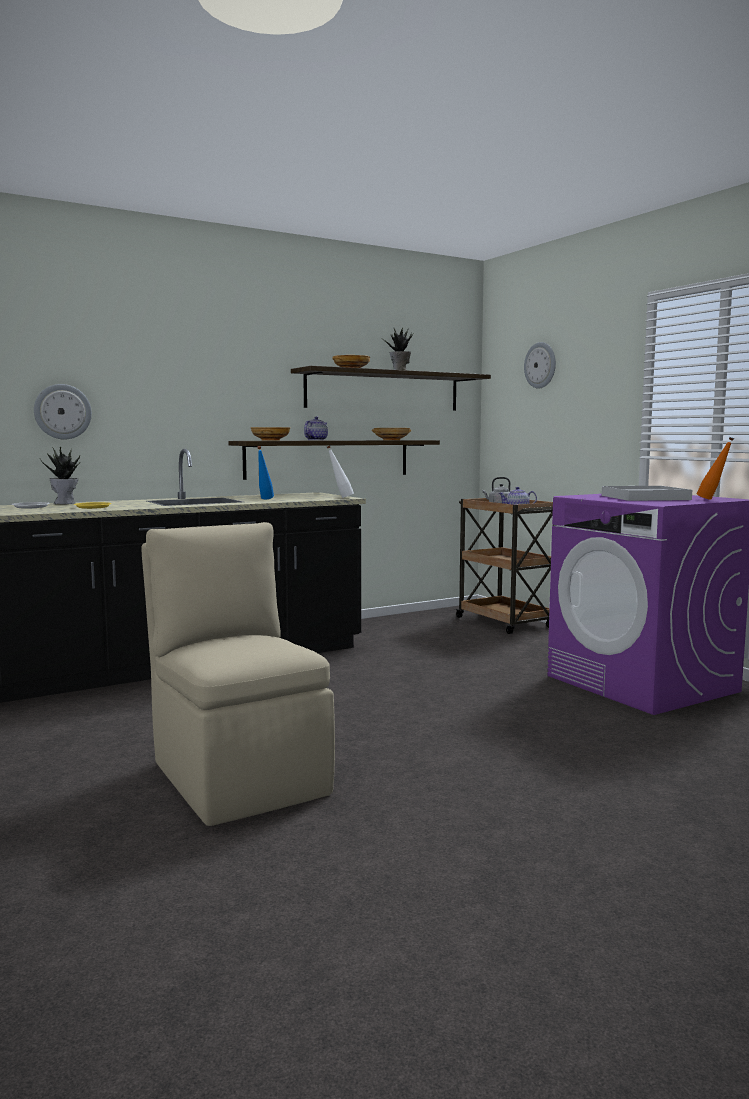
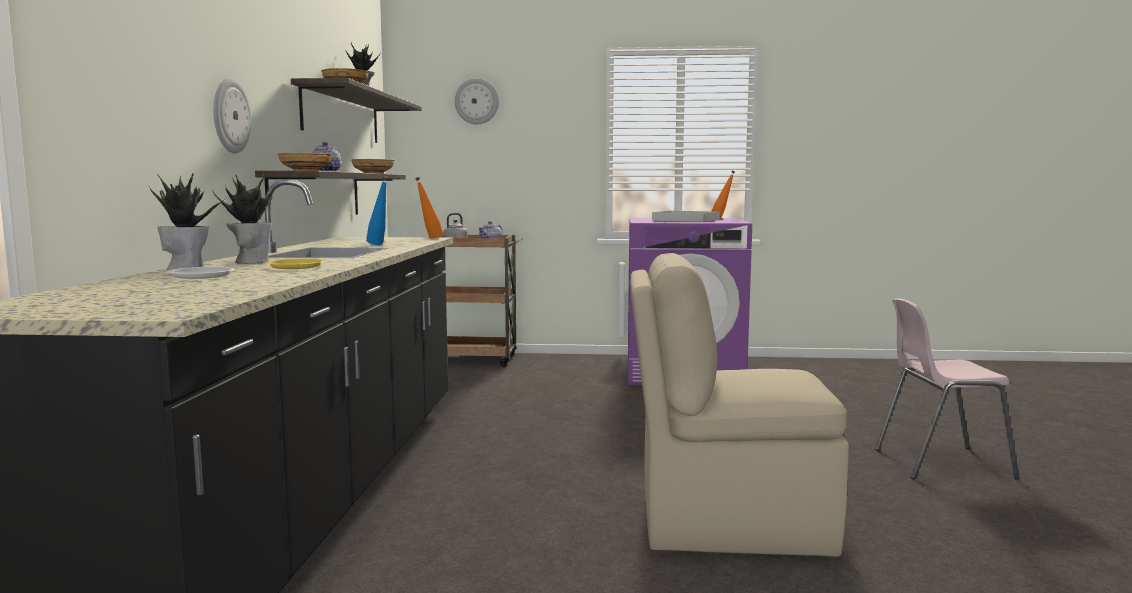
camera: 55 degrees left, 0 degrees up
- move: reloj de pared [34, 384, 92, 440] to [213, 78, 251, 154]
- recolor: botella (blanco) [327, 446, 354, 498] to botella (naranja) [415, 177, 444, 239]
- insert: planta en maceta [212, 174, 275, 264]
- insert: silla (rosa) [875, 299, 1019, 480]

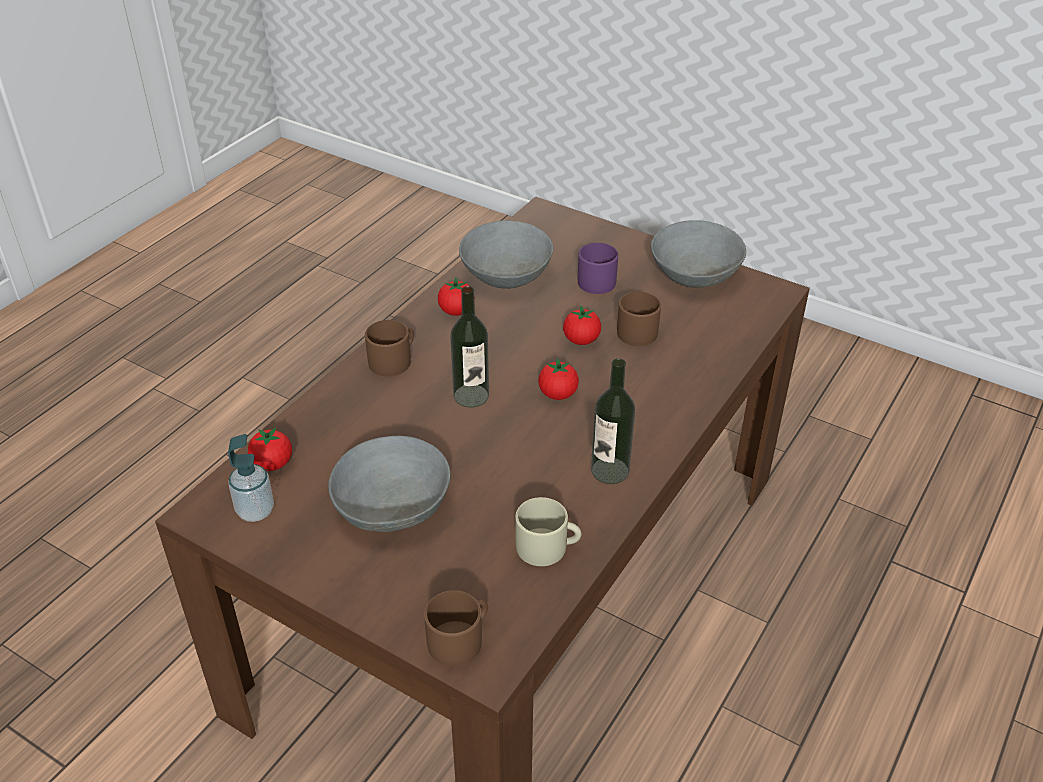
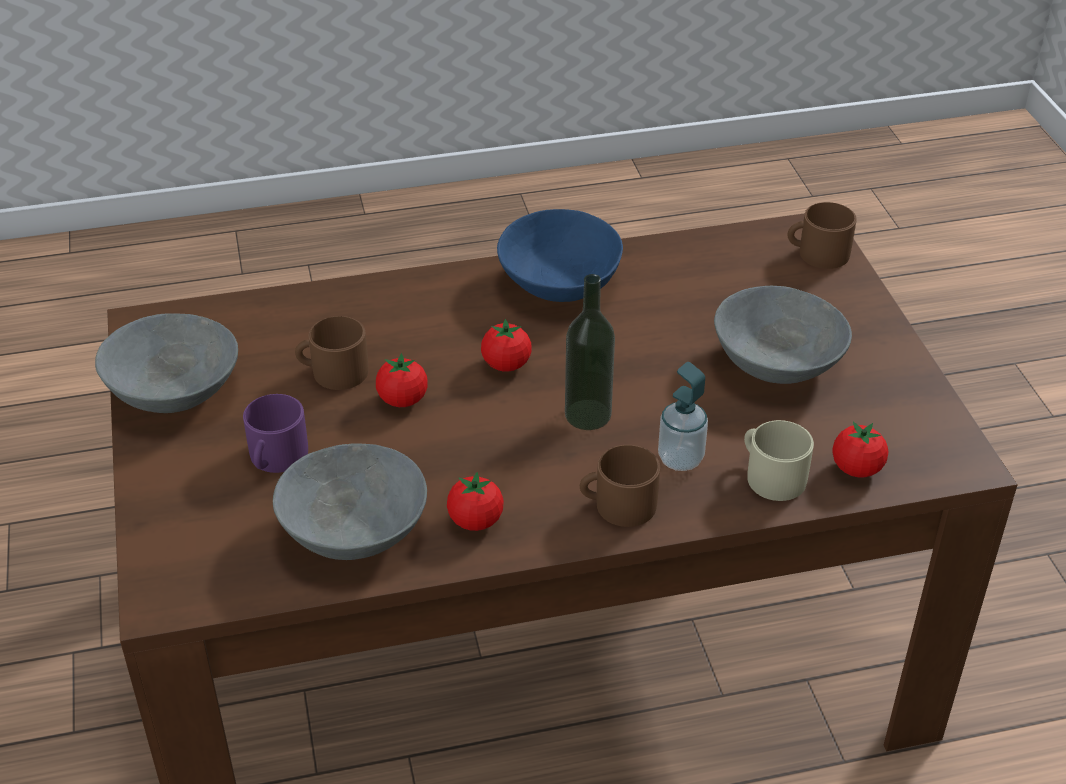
camera: 135 degrees left, 0 degrees up
- replace: botella [591, 358, 635, 484] to cuenco (azul) [497, 209, 623, 302]
- move: dispensador de jabón [228, 434, 274, 522] to [658, 362, 708, 471]
- move: taza grande (beis) [516, 497, 581, 566] to [744, 420, 814, 501]

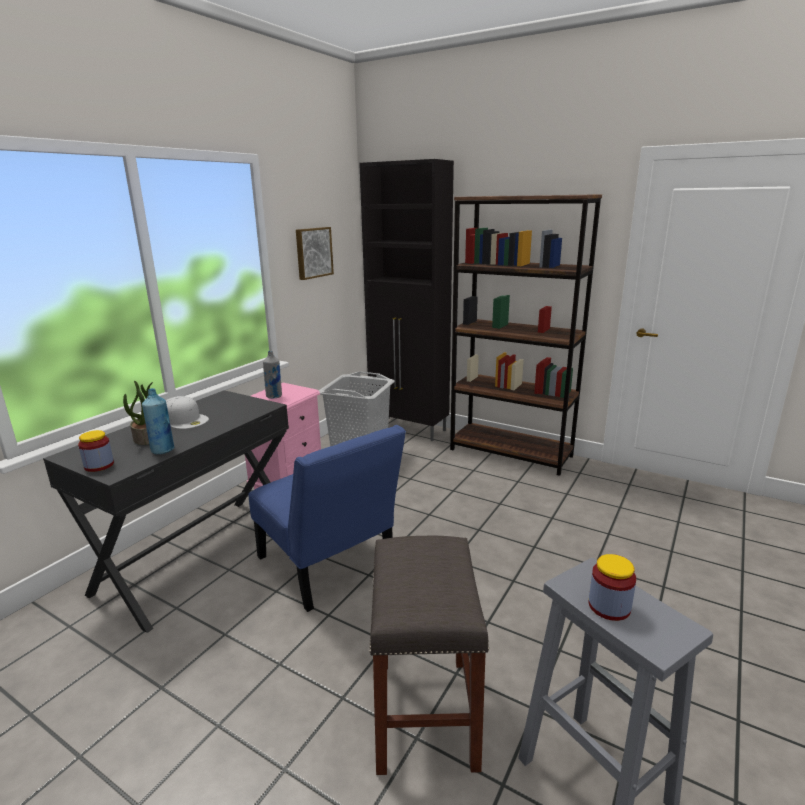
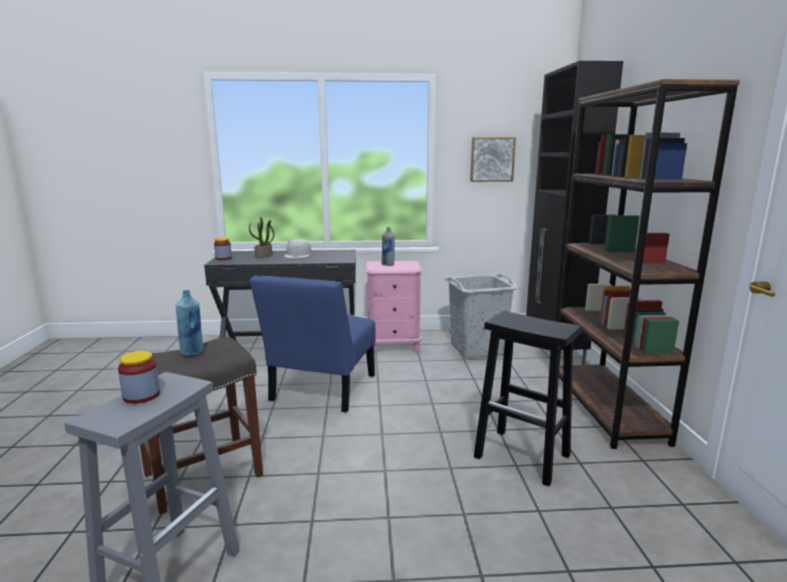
camera: 55 degrees right, 5 degrees down
- move: botella (azul) [142, 388, 174, 454] to [176, 290, 203, 355]
- insert: taburete (negro) [474, 311, 582, 486]

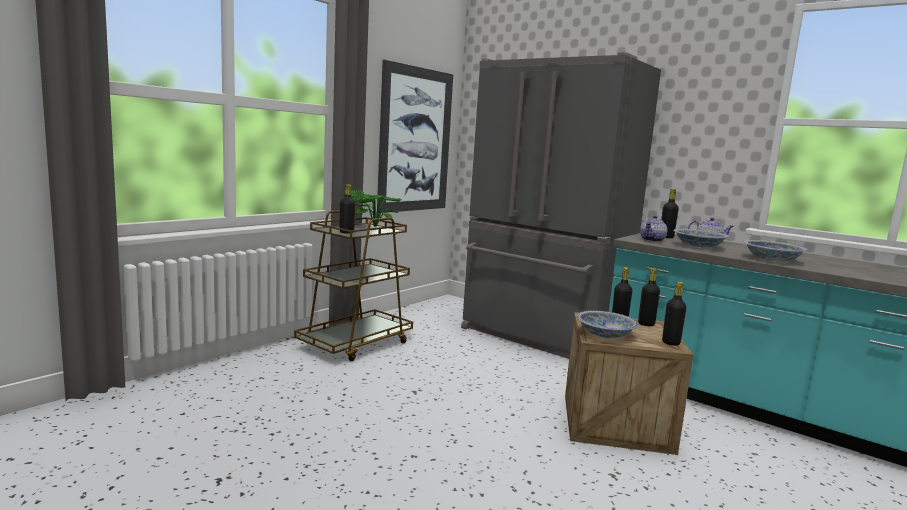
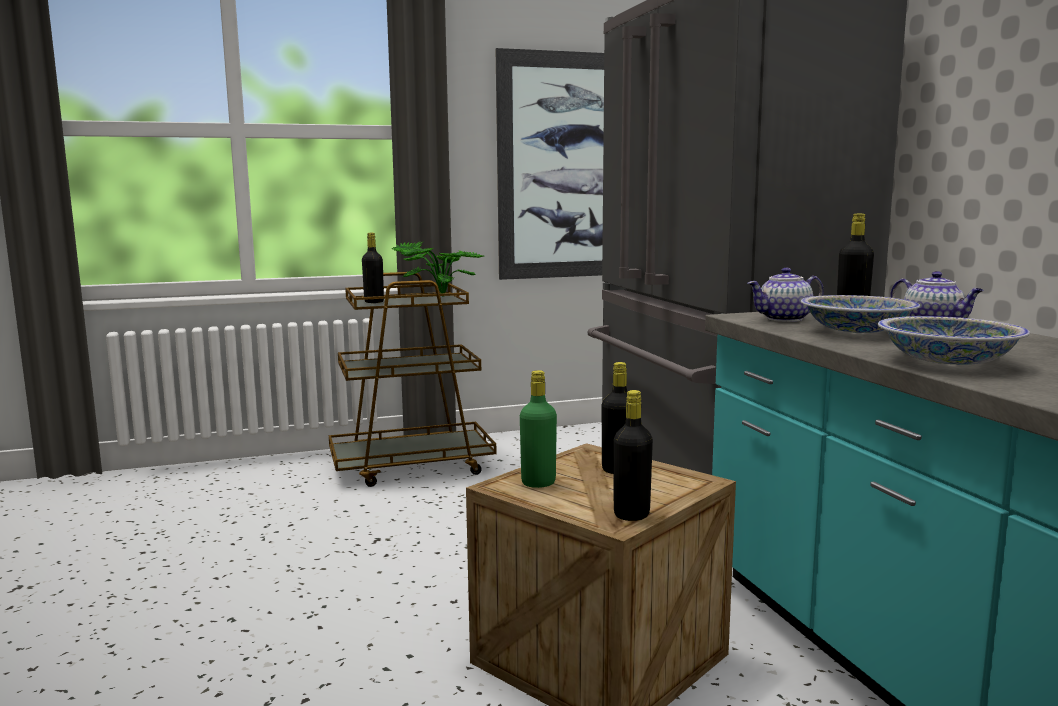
camera: 35 degrees right, 0 degrees up
- delete: botella (negro) [638, 268, 660, 326]
- replace: cuenco [576, 311, 638, 338] to botella (verde) [520, 370, 557, 488]

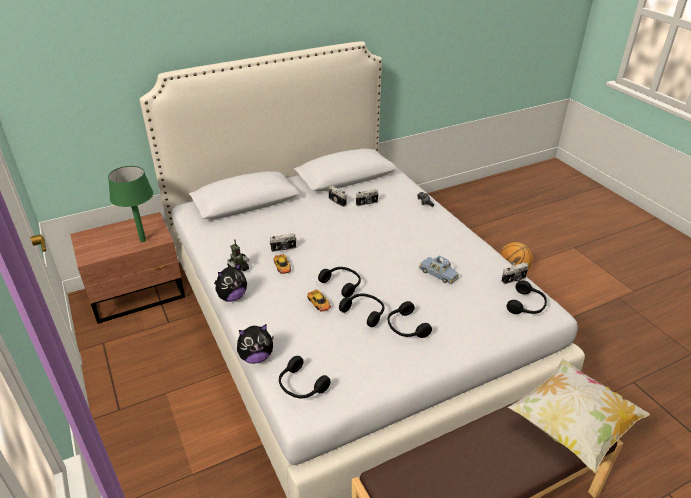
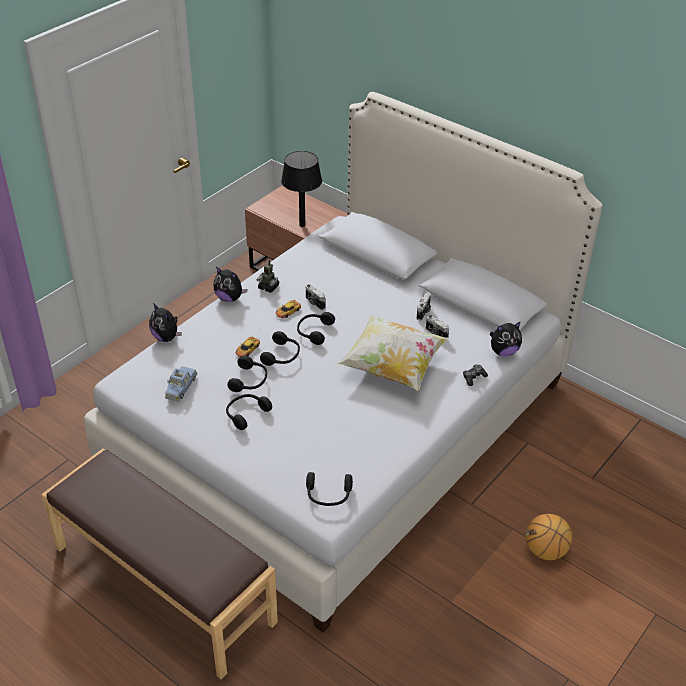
camera: 65 degrees right, 5 degrees up
- recolor: lámpara de mesa (verde) [108, 166, 153, 242] to lámpara de mesa (negro) [281, 151, 322, 227]
- move: coche de juguete (azul) [419, 256, 459, 284] to [165, 366, 197, 402]
- delete: cámara [501, 262, 528, 284]
- move: auriculares (negro) [279, 356, 331, 398] to [297, 312, 335, 345]
- move: cojín [507, 358, 650, 474] to [337, 315, 449, 391]
- insert: peluche [489, 322, 522, 356]

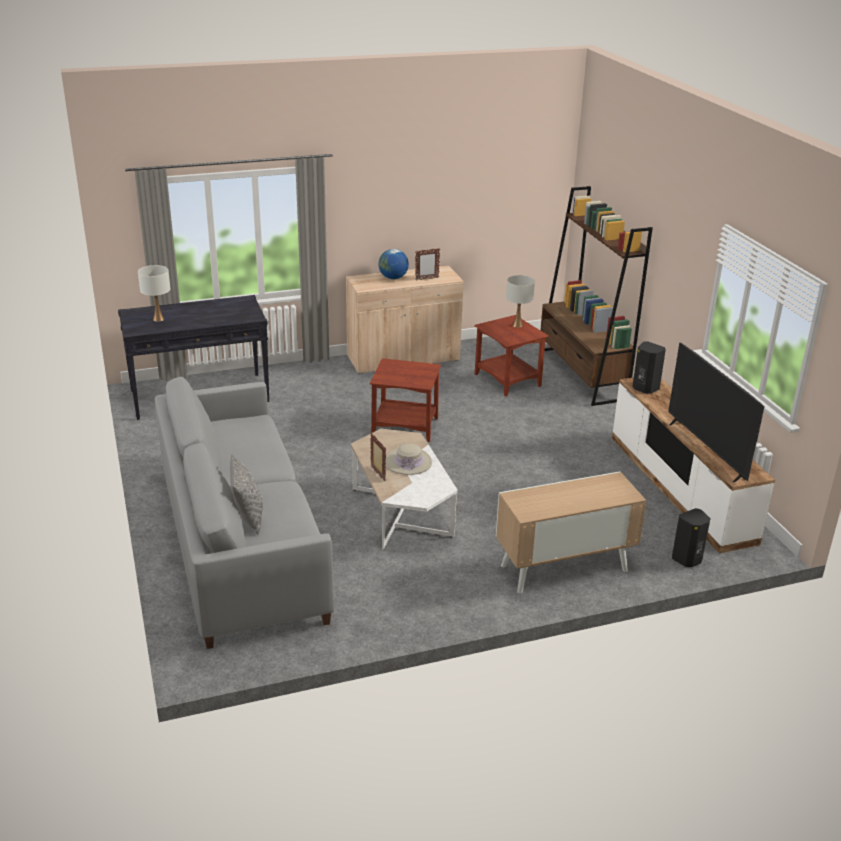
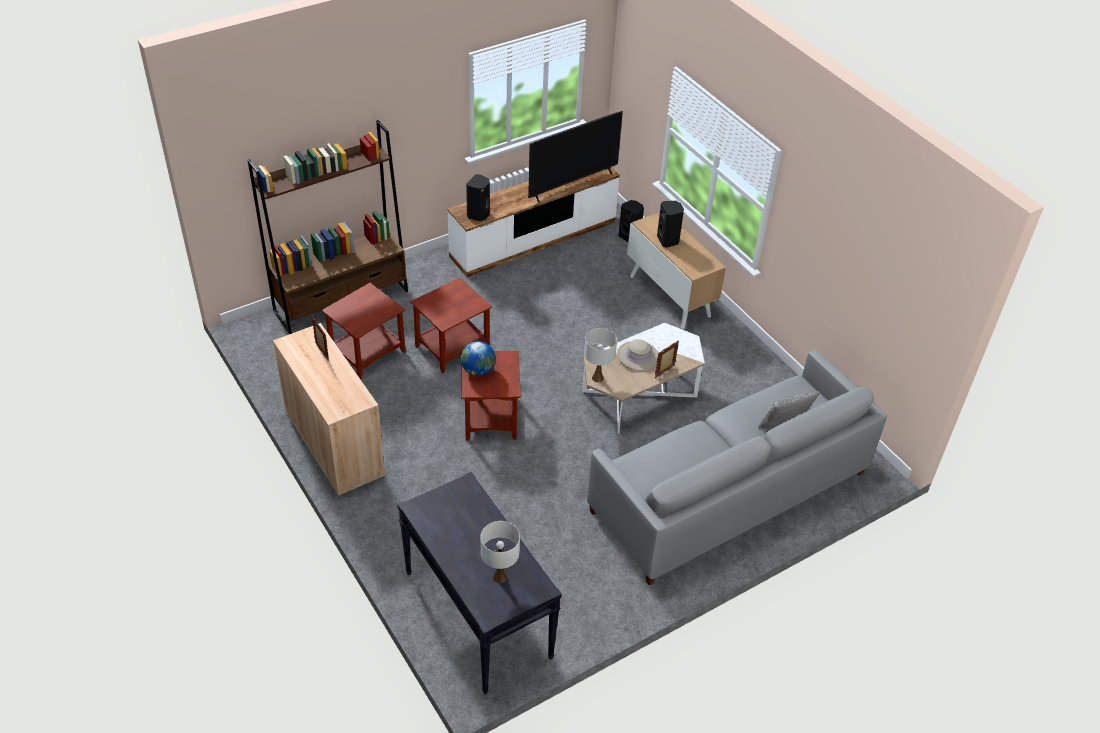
camera: 105 degrees left, 15 degrees up
- move: globo terráqueo [379, 249, 409, 279] to [461, 341, 496, 376]
- move: lámpara de mesa (blanco) [506, 275, 535, 328] to [584, 328, 617, 382]
- insert: altavoz (negro) [657, 201, 684, 248]
- insert: mesa auxiliar (marrón) [410, 278, 492, 373]

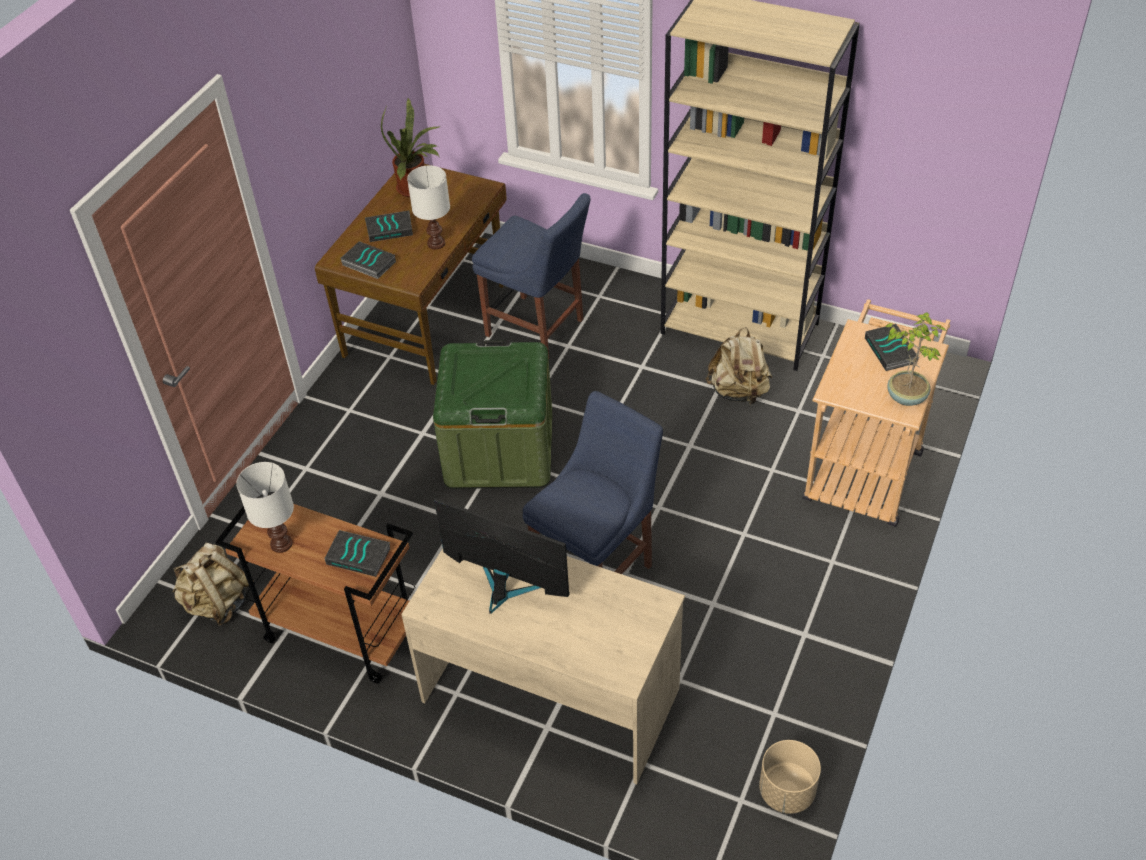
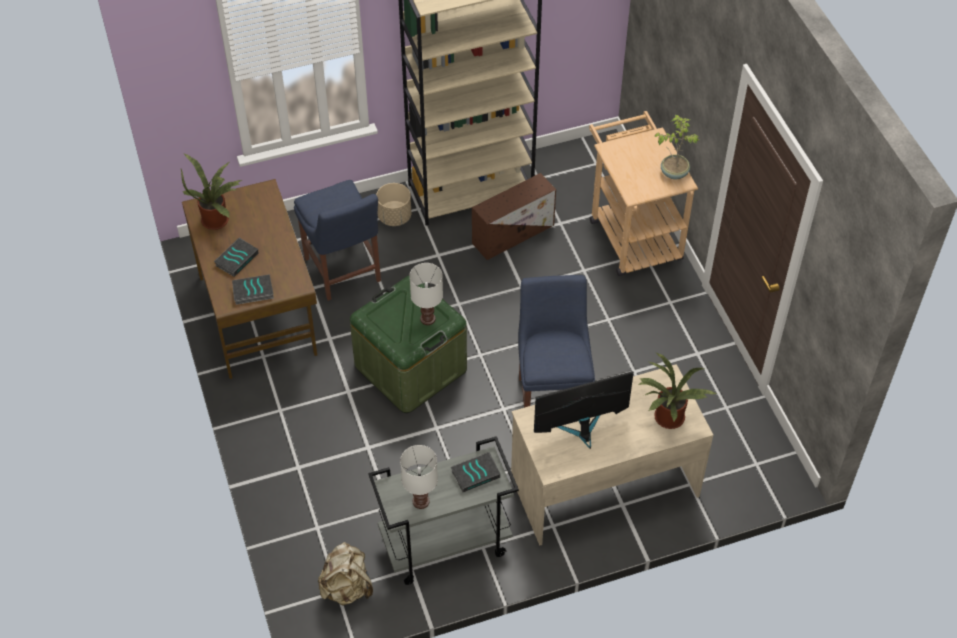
camera: 45 degrees left, 5 degrees up
- move: lámpara de mesa (blanco) [407, 165, 450, 250] to [410, 263, 443, 325]
- rotate: silla (azul) [472, 193, 591, 358] = [294, 180, 381, 301] 75 degrees clockwise
- delete: libro [865, 324, 919, 371]
- replace: mochila (beis) [706, 327, 772, 404] to caja de almacenaje (marrón) [472, 173, 556, 260]
- recolor: carrito (marrón) [215, 495, 415, 683] to carrito (gris) [368, 436, 519, 585]
- move: maceta (beis) [759, 740, 821, 814] to [376, 183, 411, 226]
- insert: planta en maceta [638, 353, 717, 429]

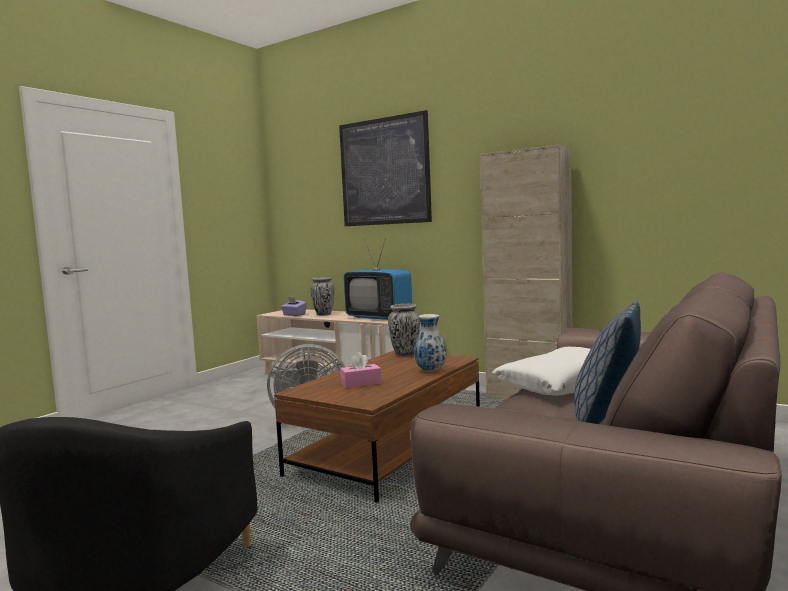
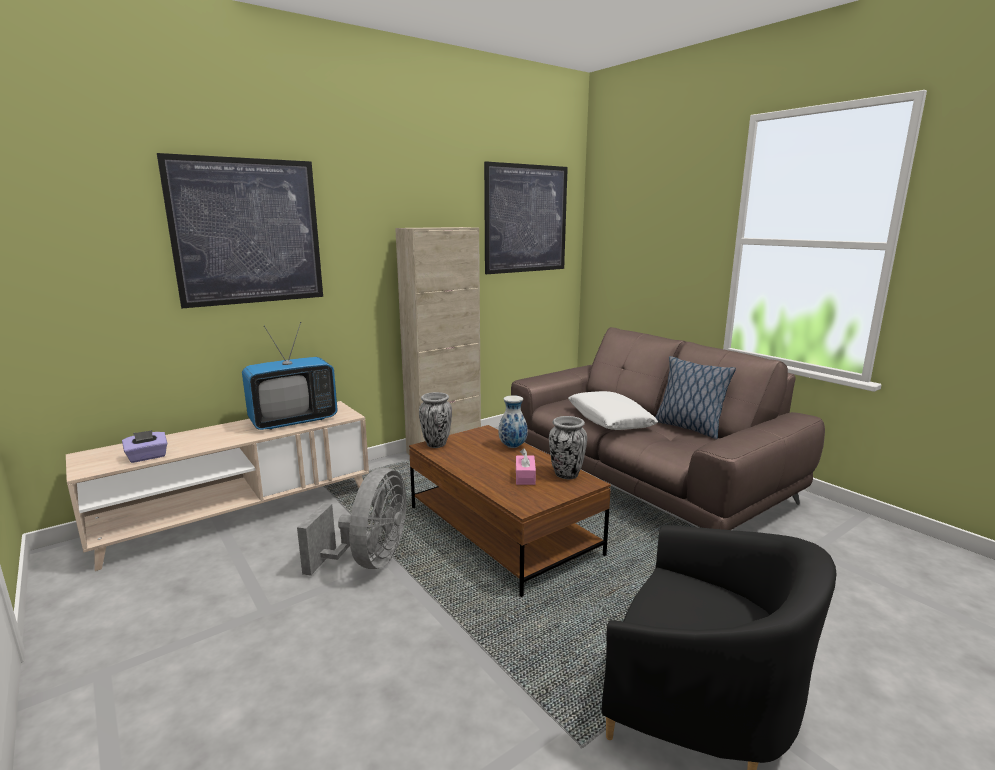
camera: 70 degrees left, 10 degrees up
- move: florero [310, 277, 334, 316] to [549, 416, 587, 479]
- insert: cuadro [484, 161, 568, 274]

